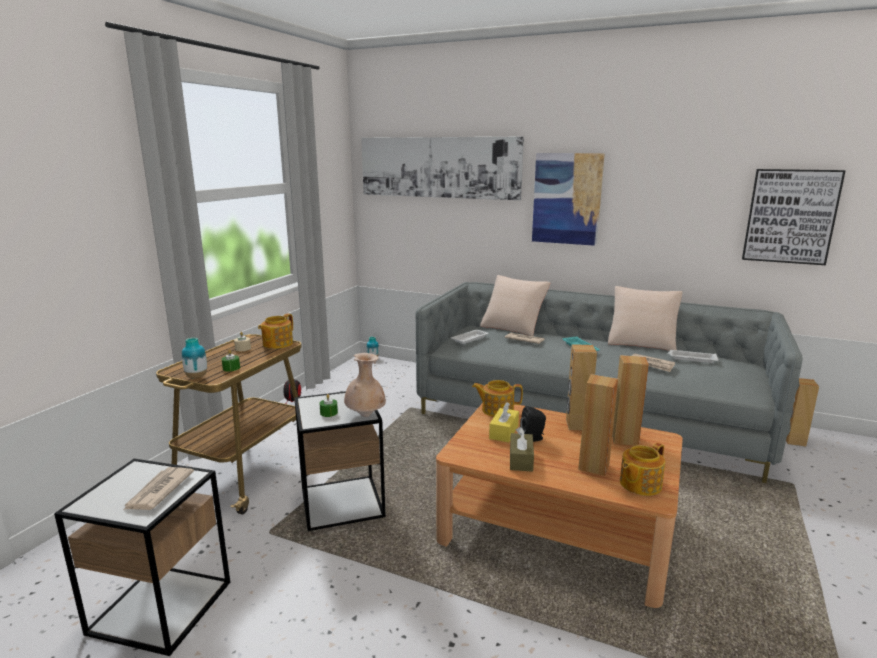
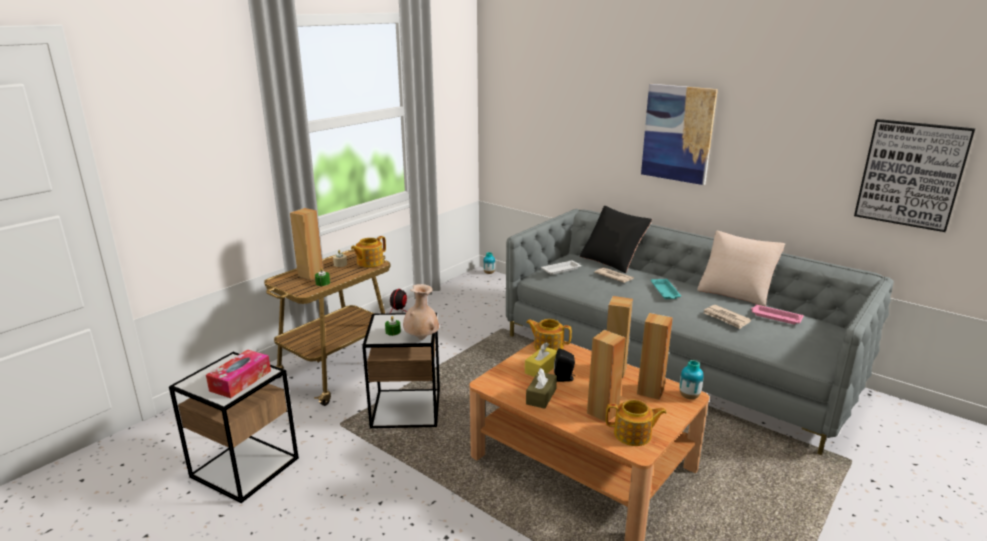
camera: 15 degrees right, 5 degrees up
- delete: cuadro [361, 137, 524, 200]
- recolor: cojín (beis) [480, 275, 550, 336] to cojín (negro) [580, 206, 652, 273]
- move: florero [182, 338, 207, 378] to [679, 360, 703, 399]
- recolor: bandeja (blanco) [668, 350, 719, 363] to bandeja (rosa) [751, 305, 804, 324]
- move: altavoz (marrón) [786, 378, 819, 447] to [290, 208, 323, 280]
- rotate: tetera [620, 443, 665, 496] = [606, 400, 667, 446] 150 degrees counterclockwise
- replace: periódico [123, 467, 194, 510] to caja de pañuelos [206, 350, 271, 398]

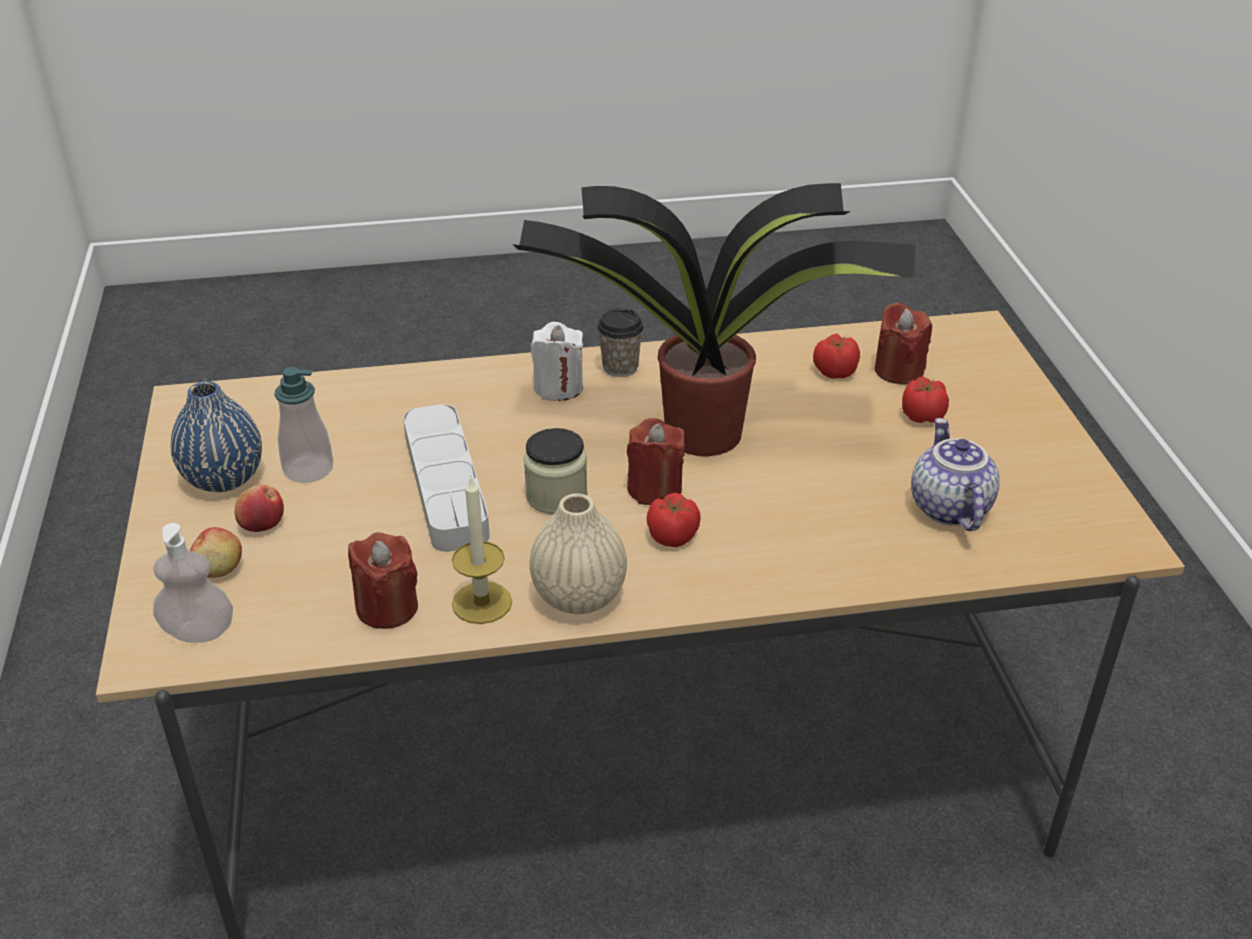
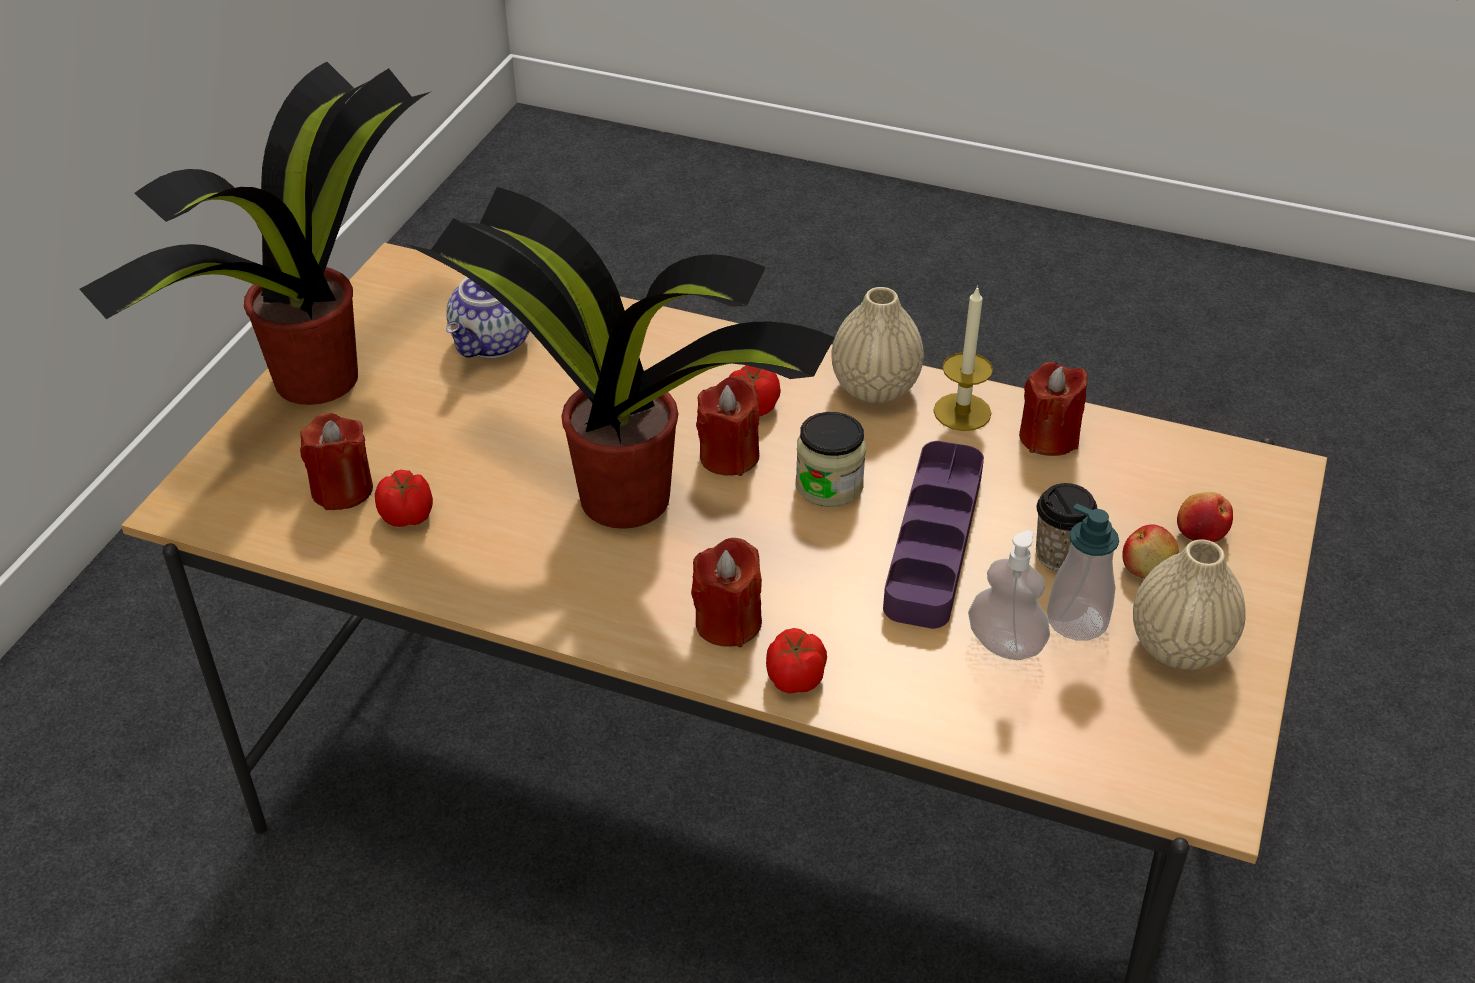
camera: 150 degrees left, 5 degrees up
- move: taza [597, 308, 644, 377] to [1036, 483, 1098, 570]
- recolor: vela (blanco) [531, 322, 583, 401] to vela (rojo) [691, 538, 762, 647]
- move: tomate [902, 377, 949, 423] to [766, 628, 827, 694]
- recolor: florero (azul) [171, 381, 262, 492] to florero (beis) [1133, 539, 1246, 670]
- recolor: bandeja (gris) [403, 404, 490, 552] to bandeja (morado) [883, 441, 984, 629]
- move: dispensador de jabón [153, 523, 233, 643] to [968, 530, 1050, 660]
- insert: planta en maceta [79, 62, 430, 405]

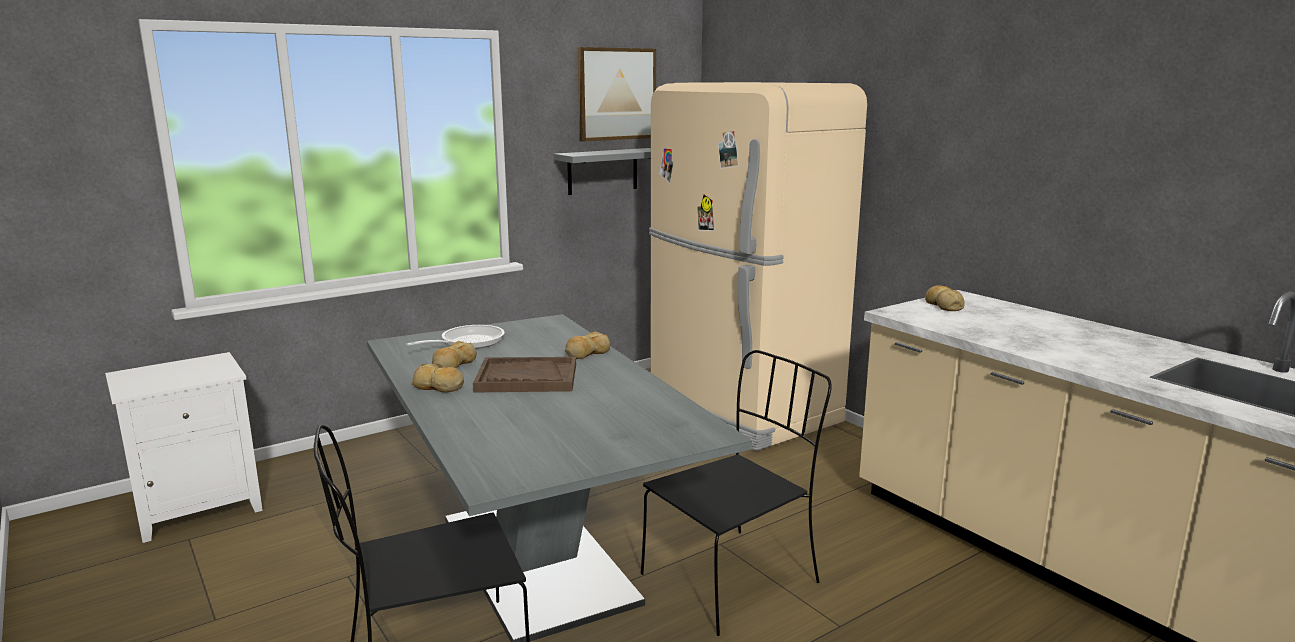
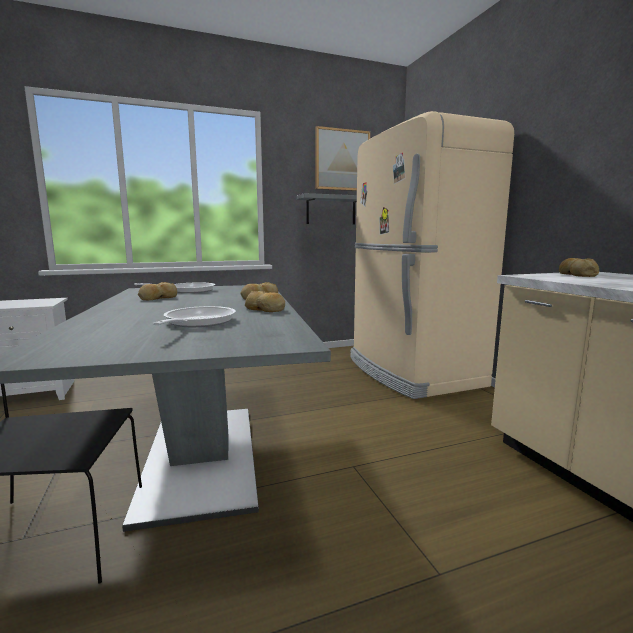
camera: 15 degrees right, 5 degrees down
- delete: silla (negro) [641, 350, 832, 636]
- delete: bandeja (marrón) [473, 357, 576, 393]
- move: pan [411, 364, 464, 393] to [245, 291, 285, 312]
- insert: sartén [153, 306, 236, 327]

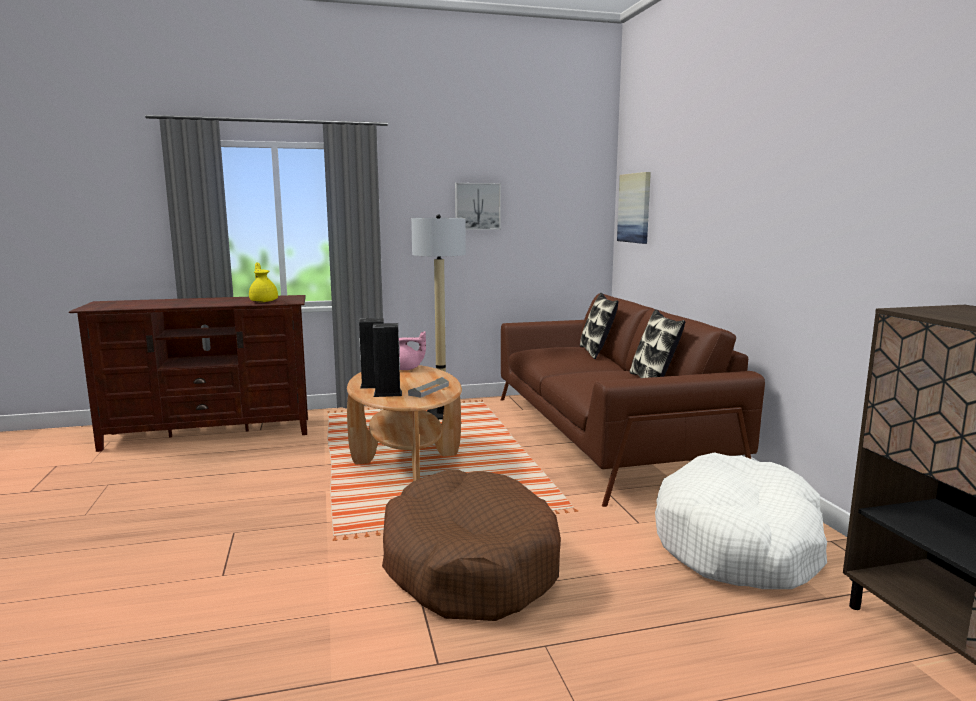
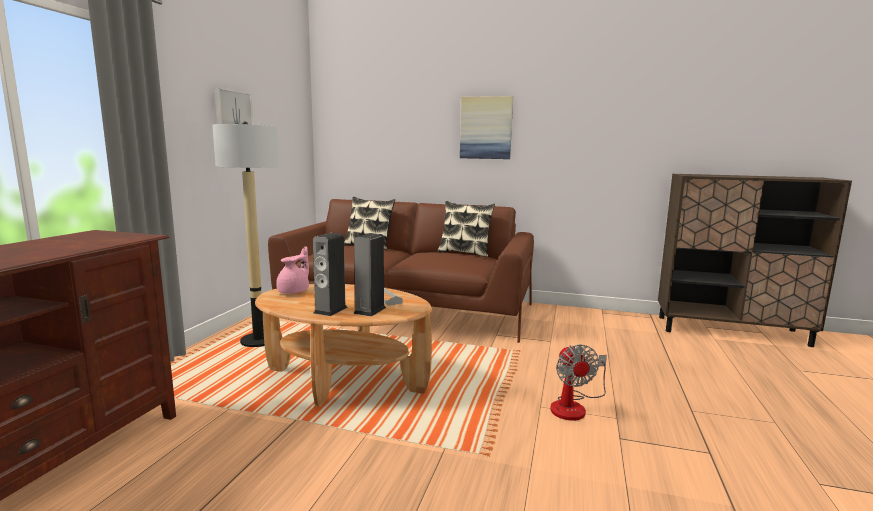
camera: 60 degrees left, 0 degrees up
- move: cuadro [617, 172, 651, 244] to [460, 96, 513, 159]
- delete: tetera (amarillo) [249, 262, 278, 302]
- delete: cama para perro (blanco) [655, 452, 827, 589]
- replace: cama para perro (marrón) [382, 469, 561, 621] to ventilador [550, 344, 607, 421]

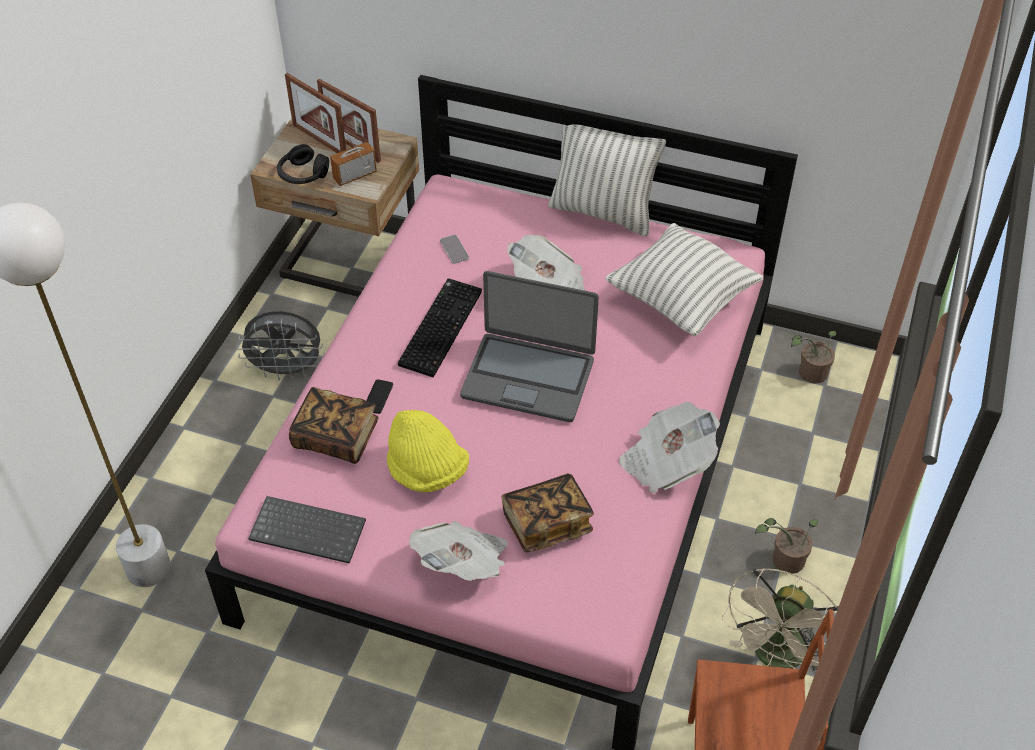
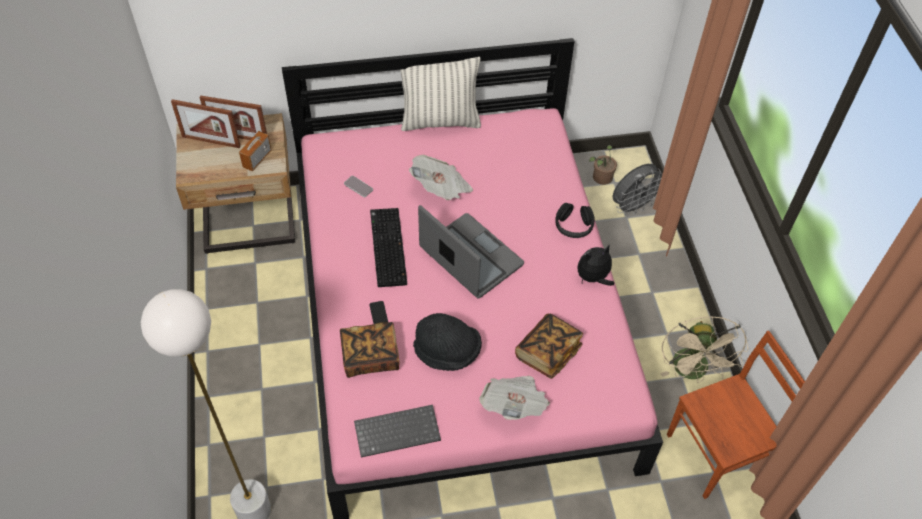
camera: 30 degrees left, 5 degrees up
- move: auriculares (negro) [277, 144, 329, 184] to [555, 203, 595, 238]
- delete: cojín [605, 223, 763, 336]
- rotate: portátil [460, 271, 599, 422] = [418, 205, 524, 298] 120 degrees counterclockwise
- move: ventilador (gris) [236, 311, 324, 380] to [613, 164, 663, 216]
- replace: periódico [619, 402, 720, 493] to peluche [577, 245, 614, 286]
- recolor: sombrero (amarillo) [387, 410, 469, 493] to sombrero (negro) [413, 313, 482, 371]
- delete: planta en maceta [755, 518, 818, 574]

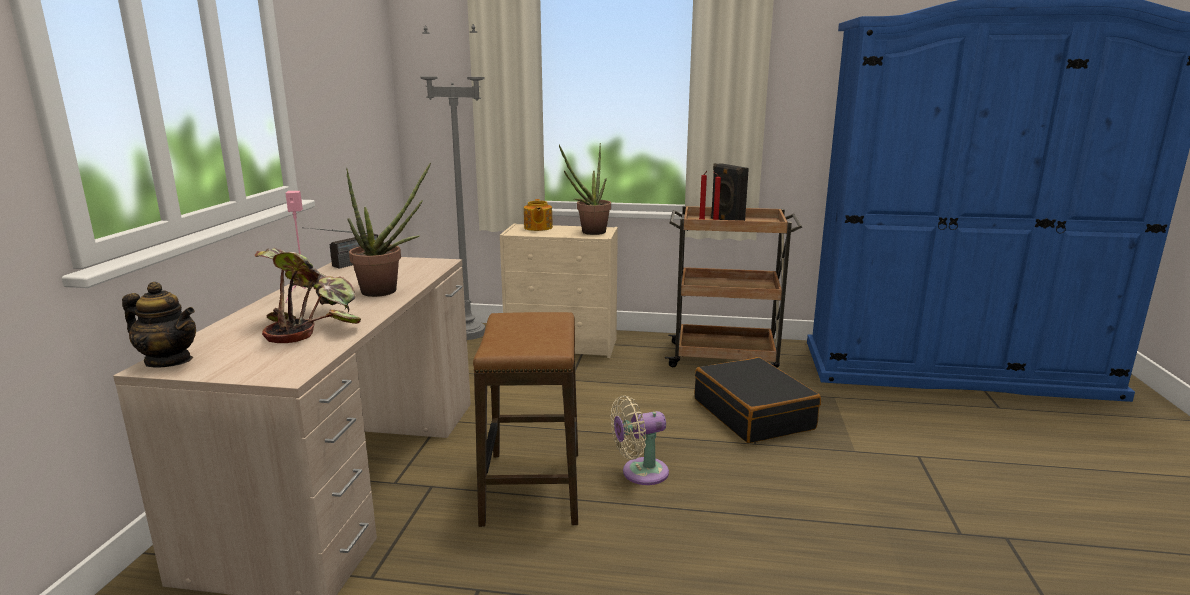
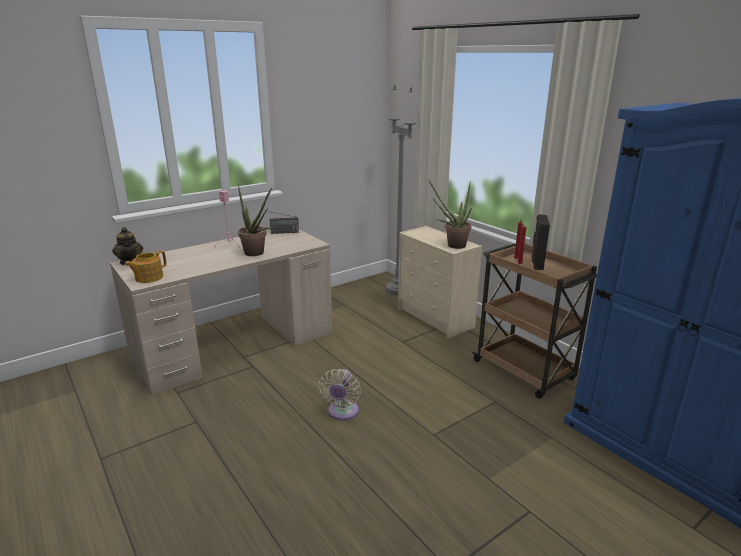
camera: 45 degrees right, 5 degrees up
- move: tetera [524, 199, 553, 231] to [125, 251, 167, 283]
- delete: planta en maceta [255, 248, 361, 343]
- delete: taburete [473, 312, 578, 527]
- delete: maleta (negro) [695, 357, 821, 443]
- rotate: ventilador (beis) [610, 395, 669, 485] = [318, 369, 361, 420] 105 degrees counterclockwise

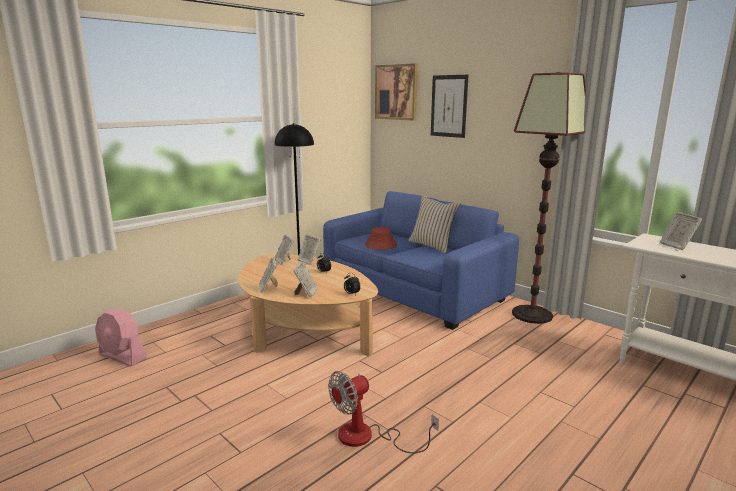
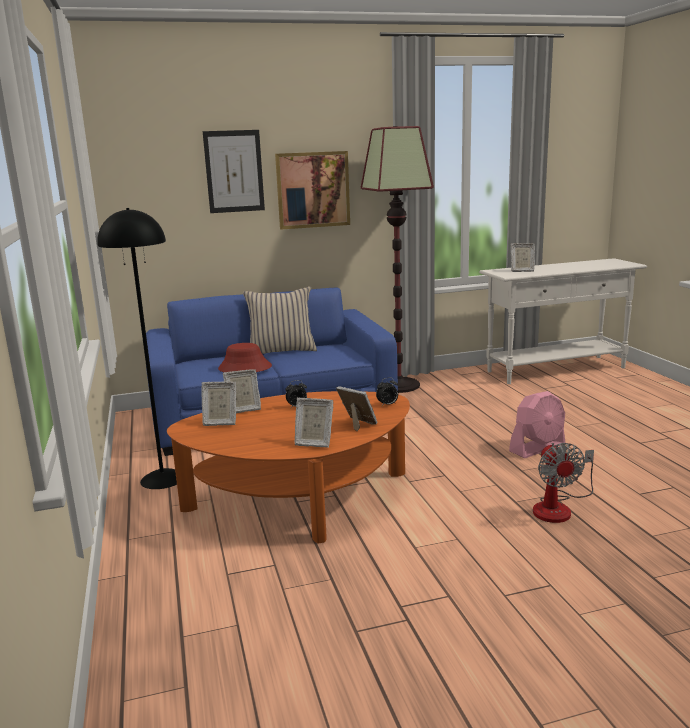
camera: 60 degrees left, 0 degrees up
- move: cuadro [375, 63, 418, 121] to [275, 151, 350, 230]
- recolor: mesa de centro (beis) [238, 254, 378, 356] to mesa de centro (naranja) [167, 391, 410, 543]
- move: ventilador (rosa) [95, 309, 147, 367] to [509, 391, 565, 458]

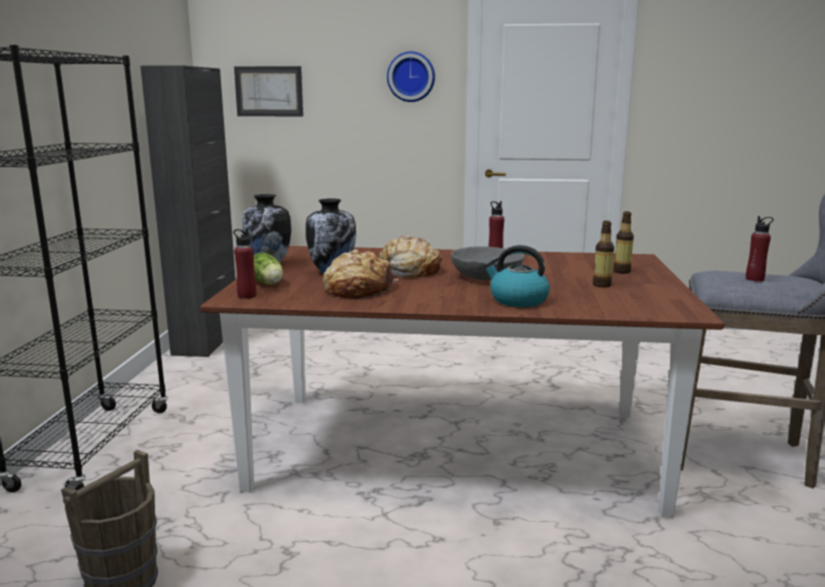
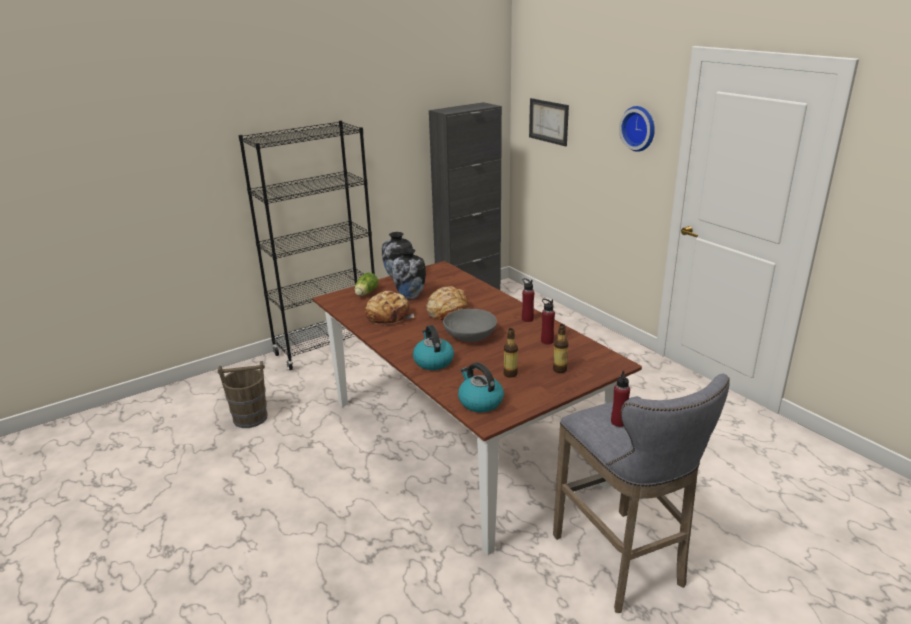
camera: 50 degrees right, 10 degrees up
- move: botella (rojo) [233, 228, 256, 299] to [541, 299, 555, 344]
- insert: hervidor [458, 363, 504, 412]

